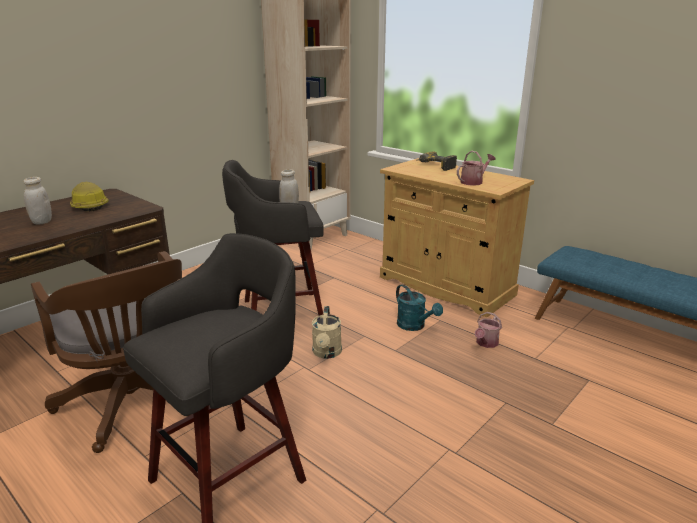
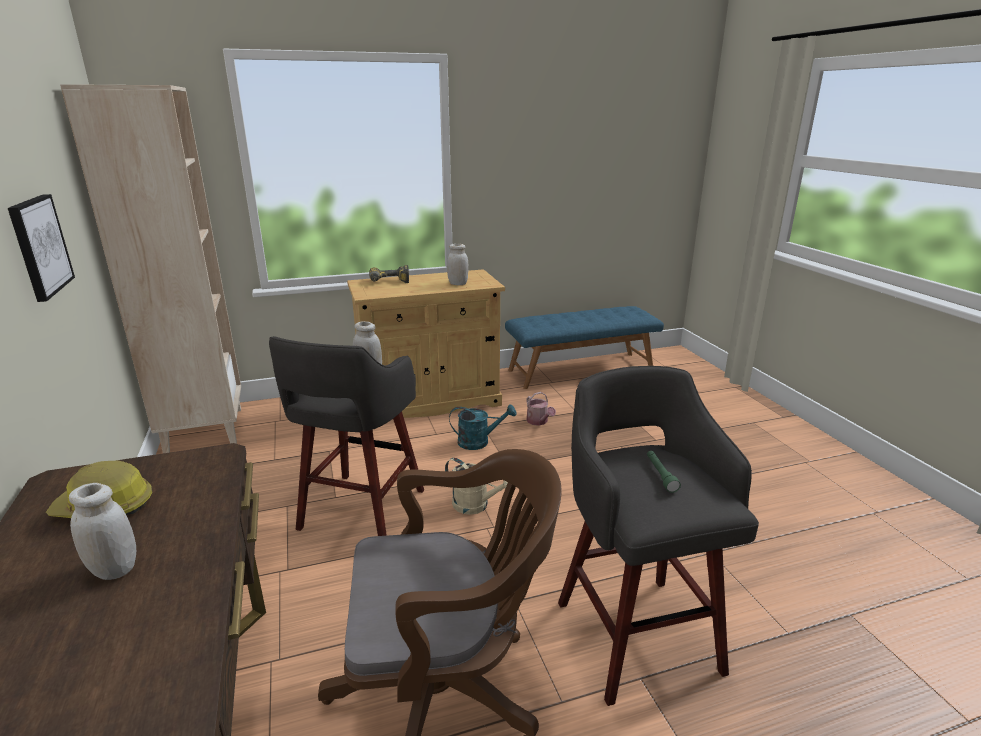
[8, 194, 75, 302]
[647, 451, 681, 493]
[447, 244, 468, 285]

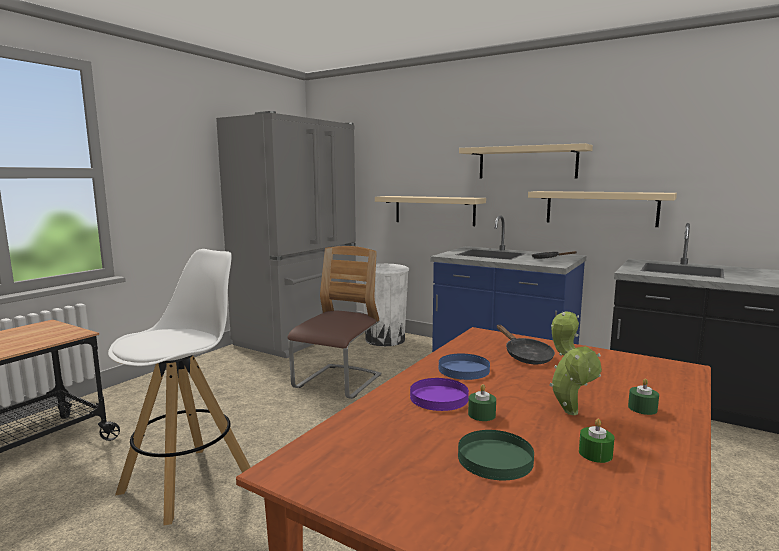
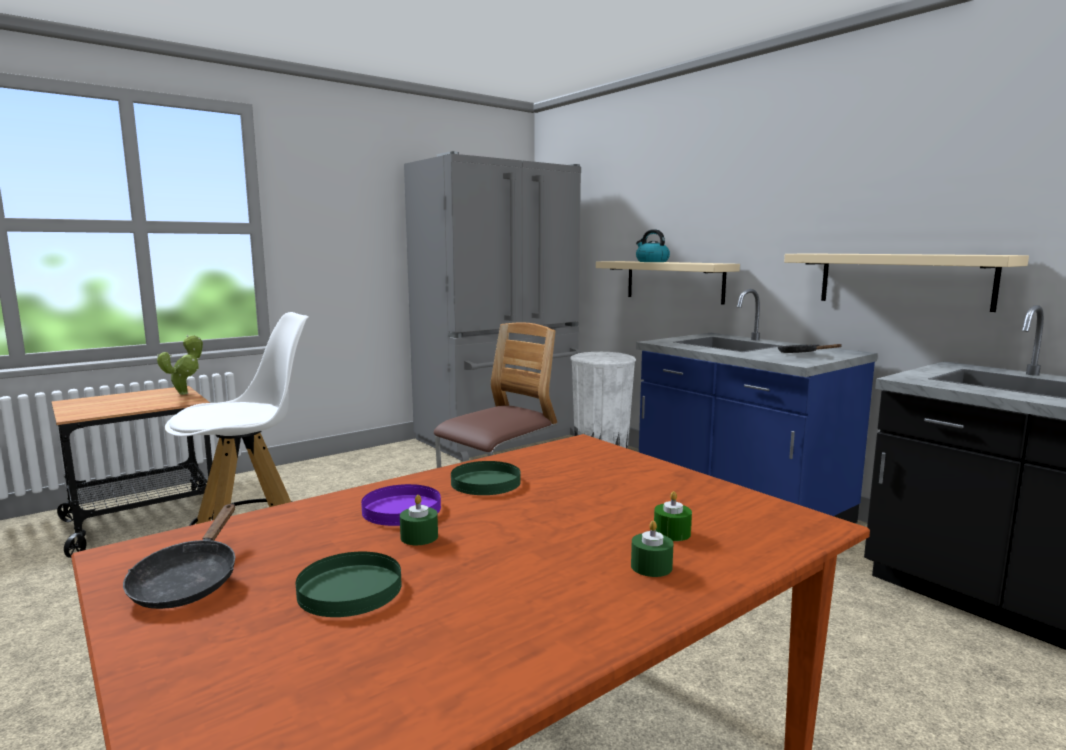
[459, 143, 593, 179] (first image)
[636, 229, 670, 262]
[123, 503, 235, 609]
[157, 335, 203, 395]
[654, 491, 692, 541]
[451, 461, 521, 495]

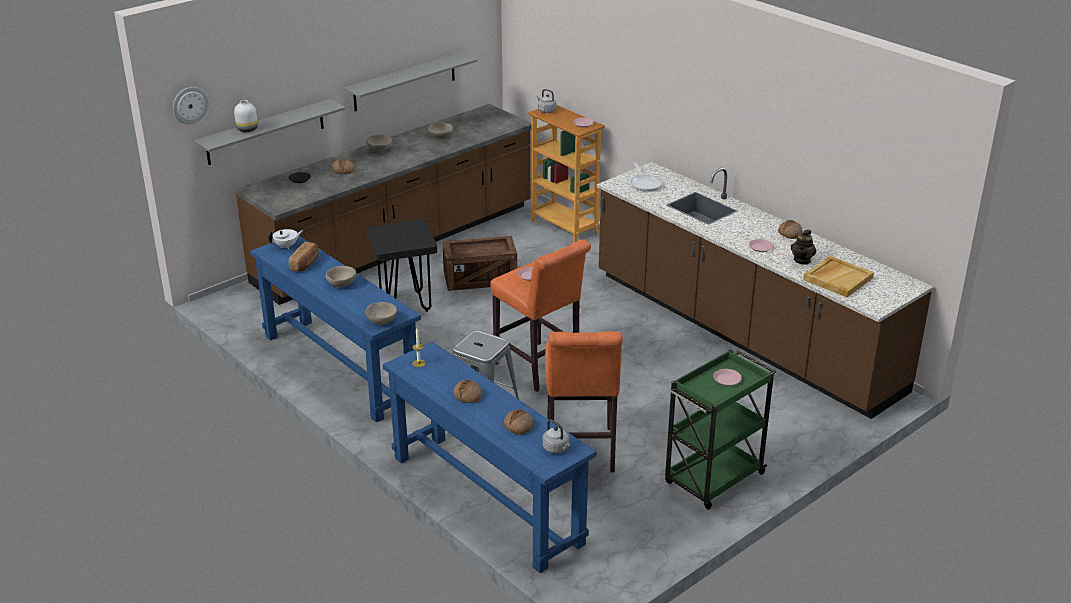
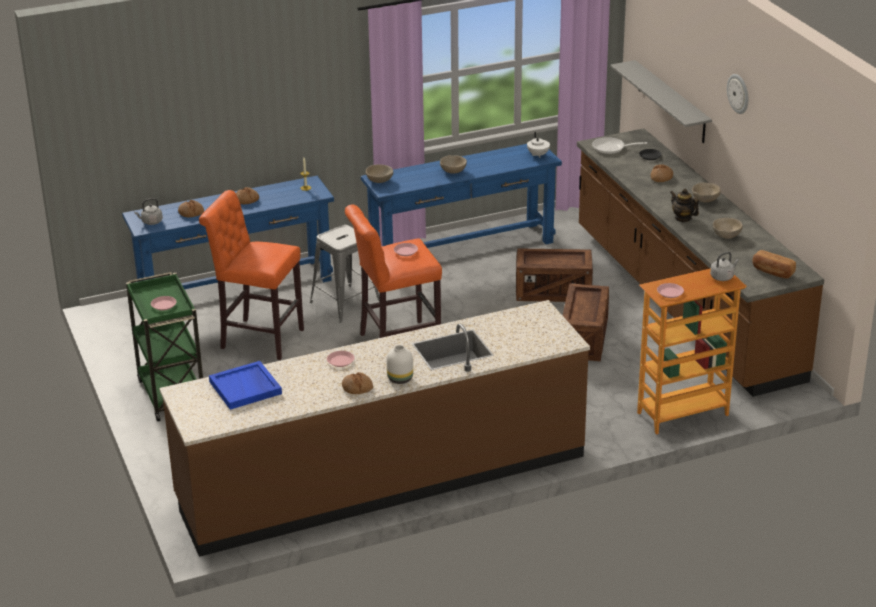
[344, 52, 478, 111] (first image)
[727, 74, 748, 114]
[386, 345, 413, 384]
[753, 250, 796, 278]
[592, 137, 647, 154]
[670, 189, 699, 222]
[516, 248, 593, 302]
[209, 361, 282, 410]

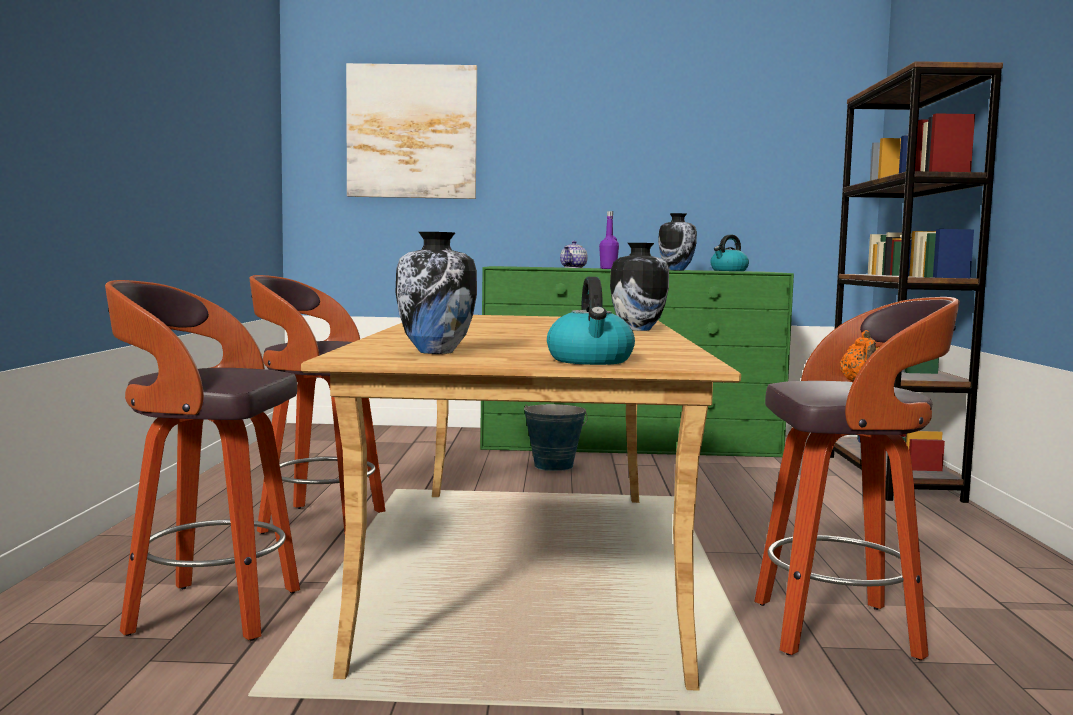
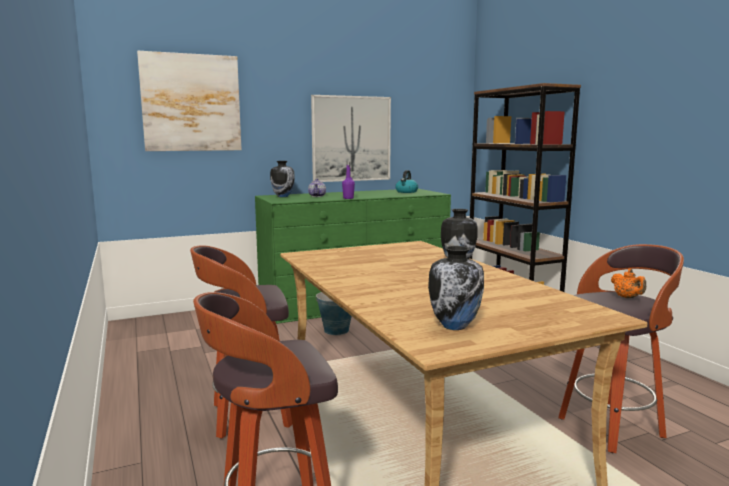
[547, 277, 635, 365] (first image)
[311, 95, 391, 182]
[270, 161, 295, 197]

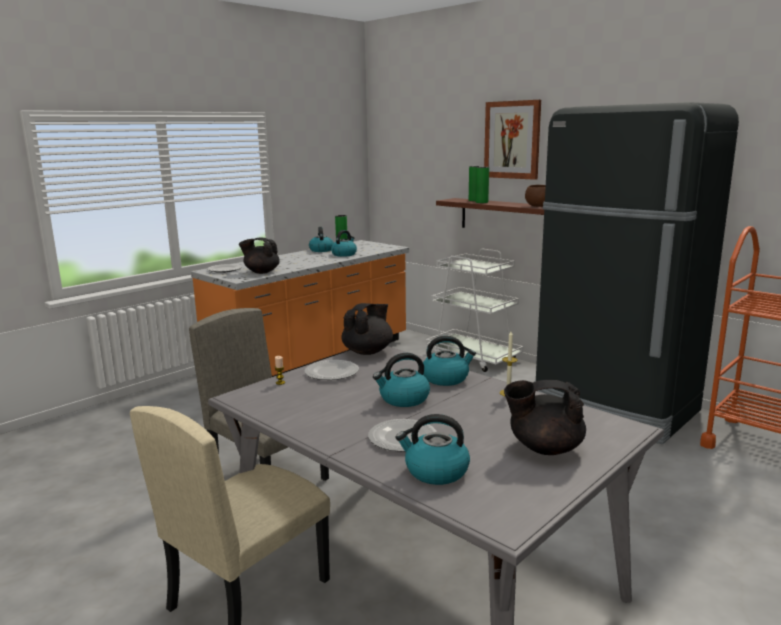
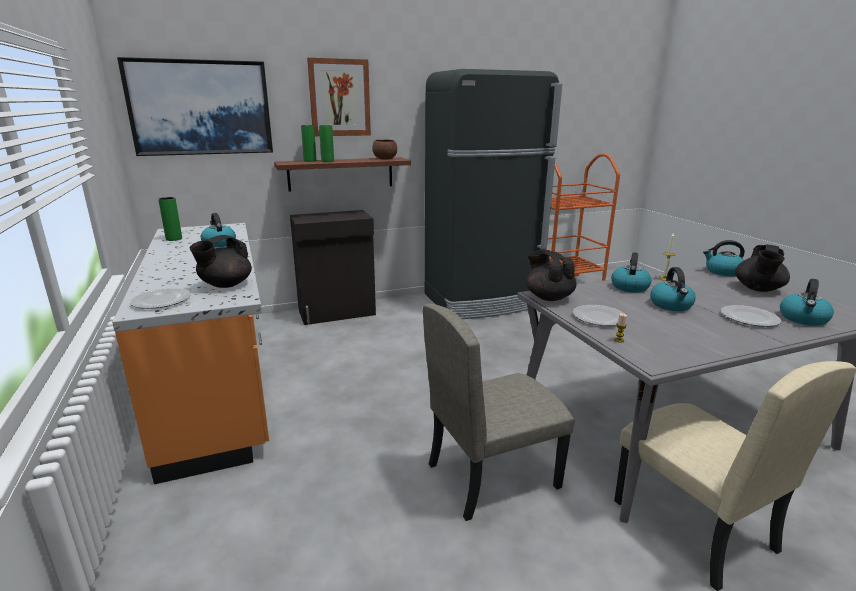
[117, 57, 273, 156]
[703, 240, 745, 276]
[290, 210, 376, 325]

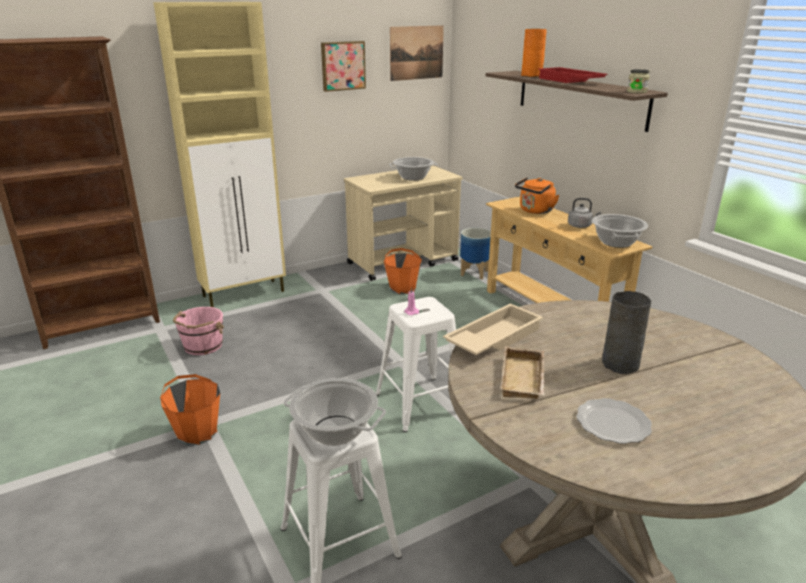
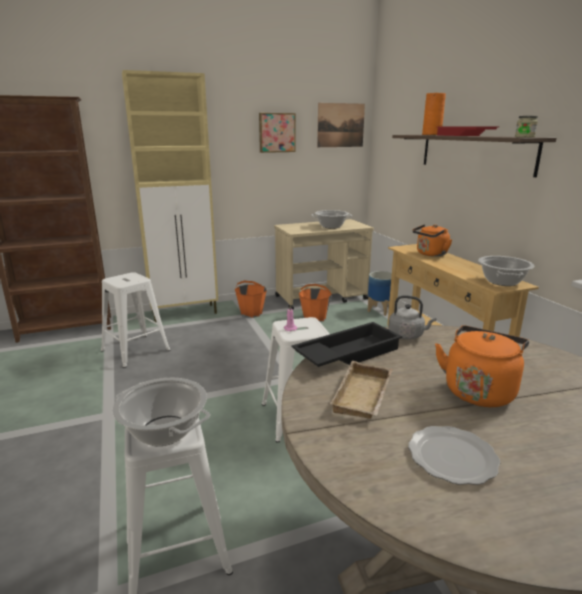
[235, 281, 267, 318]
[388, 295, 436, 340]
[101, 272, 171, 368]
[435, 325, 529, 407]
[292, 322, 402, 367]

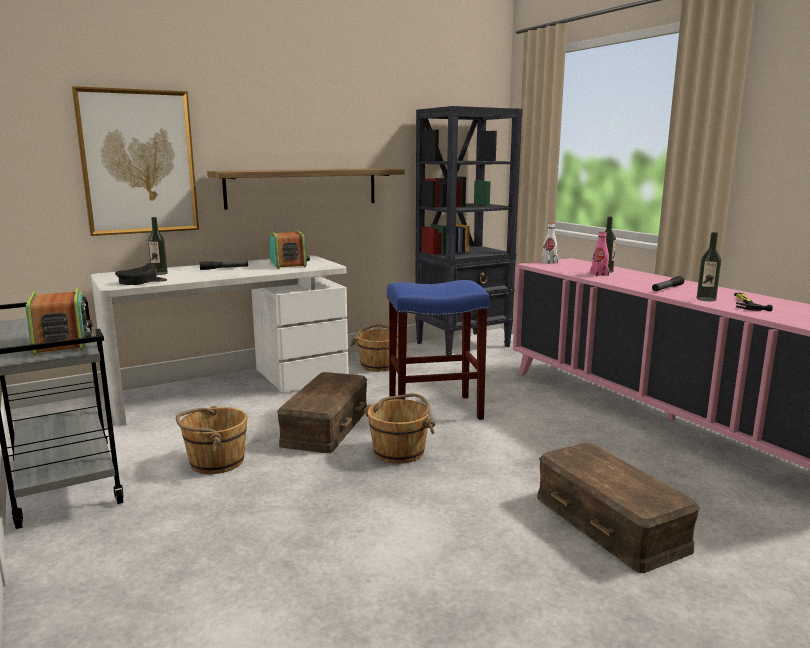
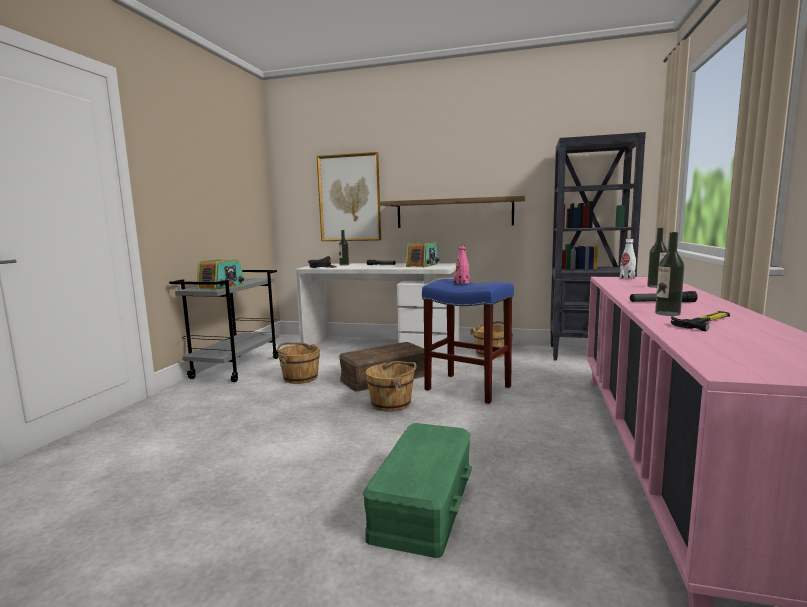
[454, 245, 471, 284]
[363, 423, 472, 558]

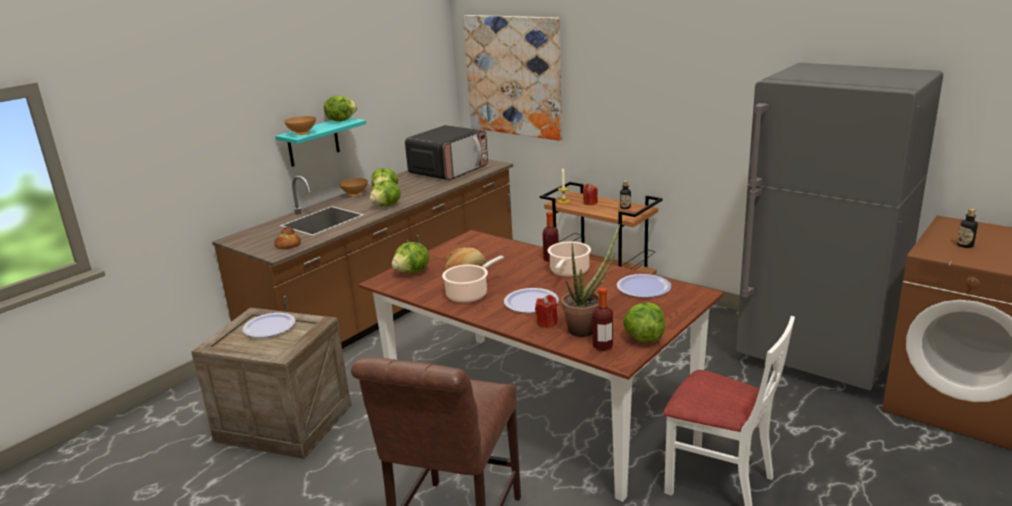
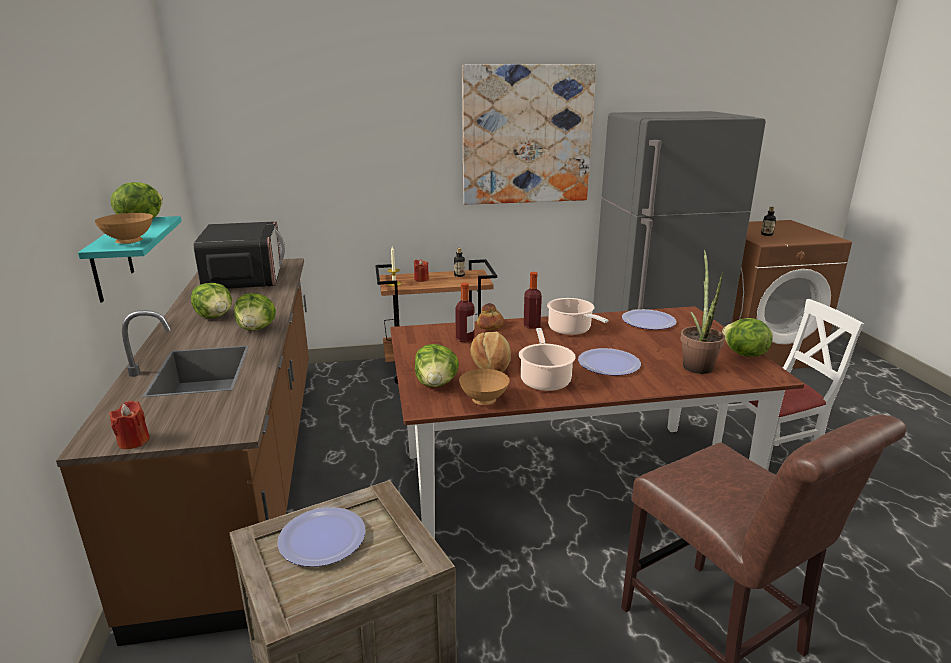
[477, 303, 505, 330]
[459, 369, 510, 405]
[462, 65, 596, 205]
[109, 401, 150, 449]
[455, 283, 475, 342]

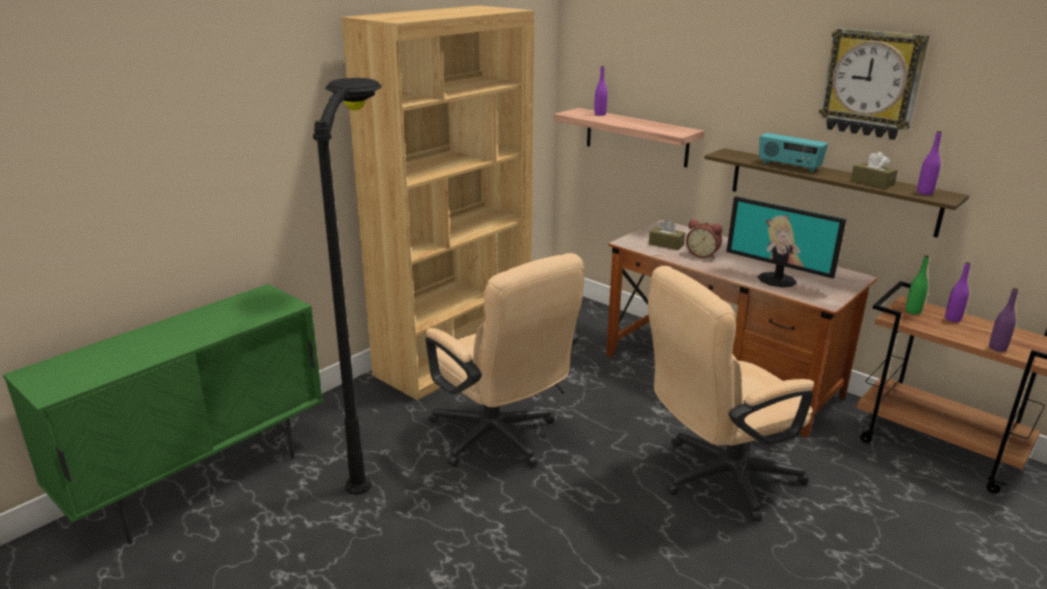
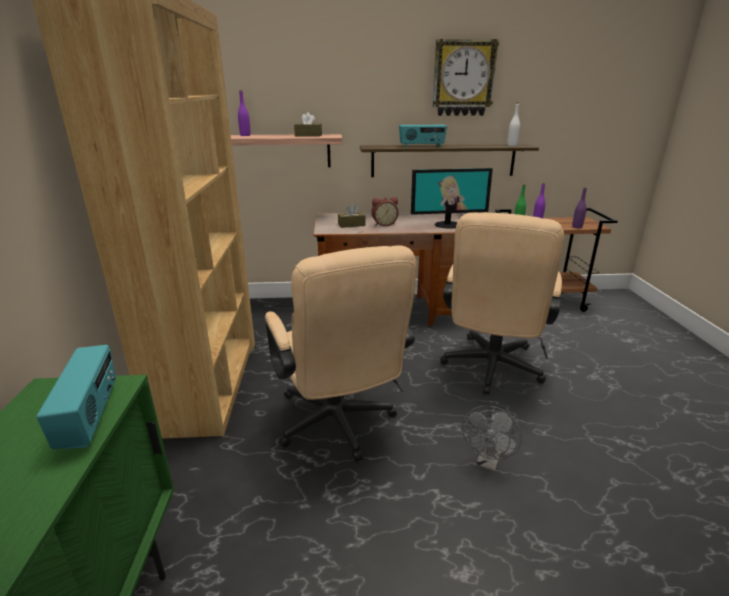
[313, 78, 382, 495] (first image)
[36, 345, 116, 449]
[462, 405, 522, 472]
[294, 112, 322, 137]
[507, 103, 520, 146]
[265, 245, 416, 462]

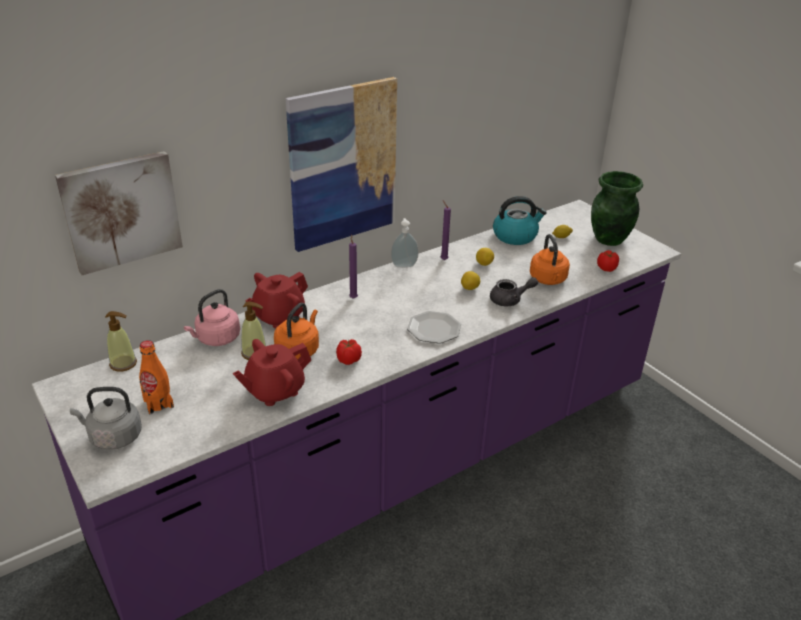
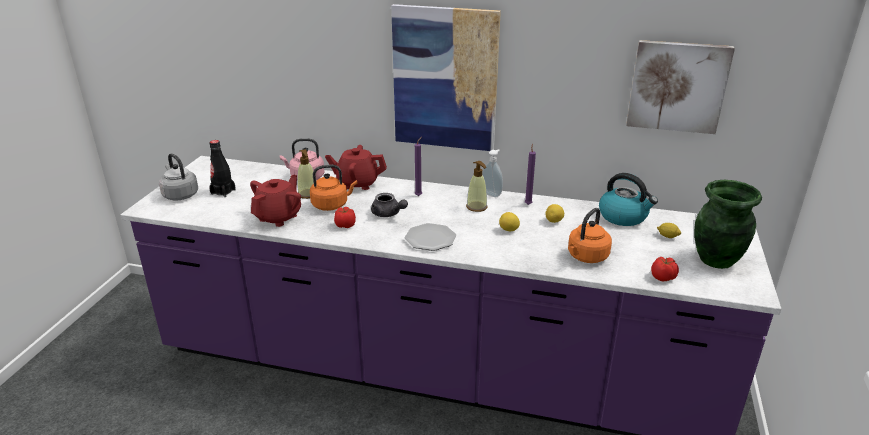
[626, 40, 735, 134]
[466, 161, 488, 212]
[371, 193, 408, 217]
[209, 140, 236, 197]
[250, 174, 301, 227]

